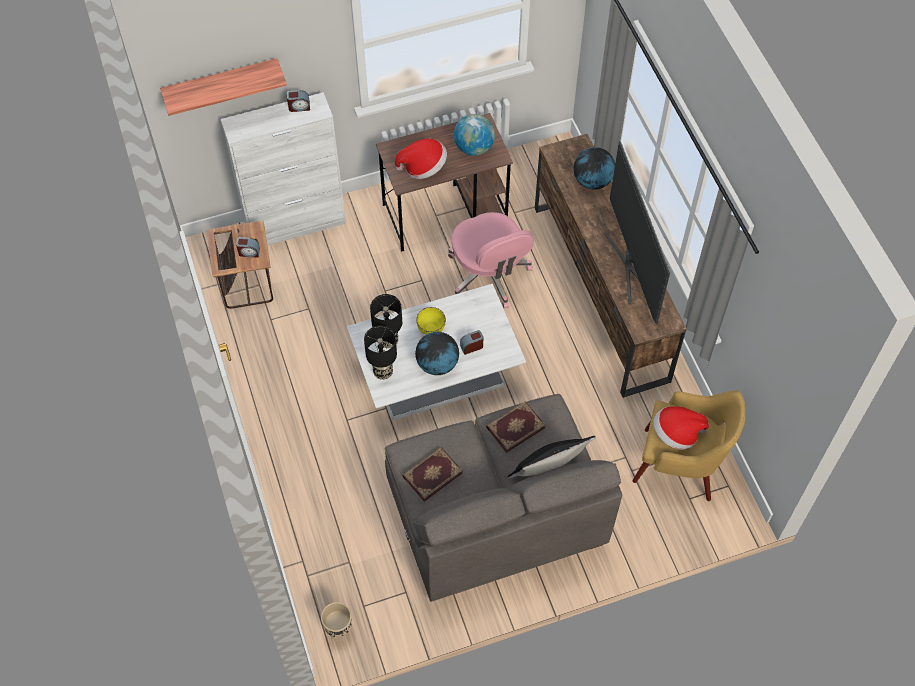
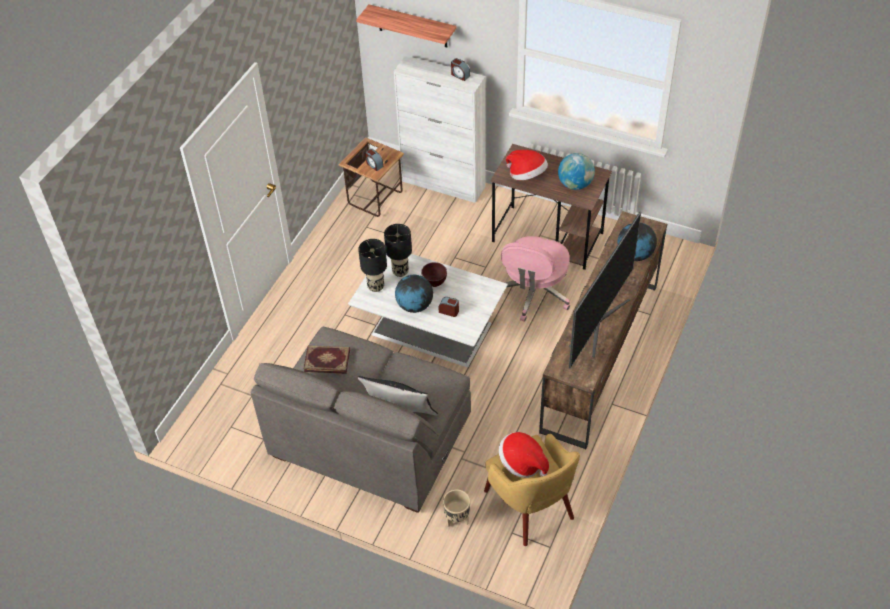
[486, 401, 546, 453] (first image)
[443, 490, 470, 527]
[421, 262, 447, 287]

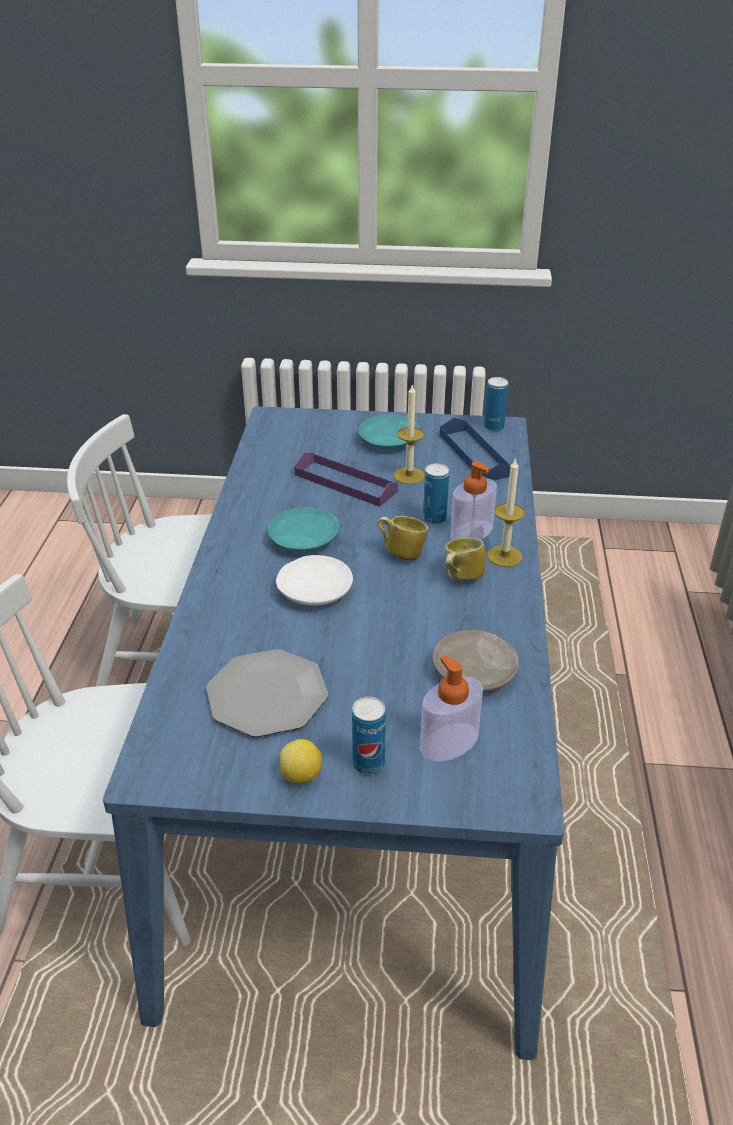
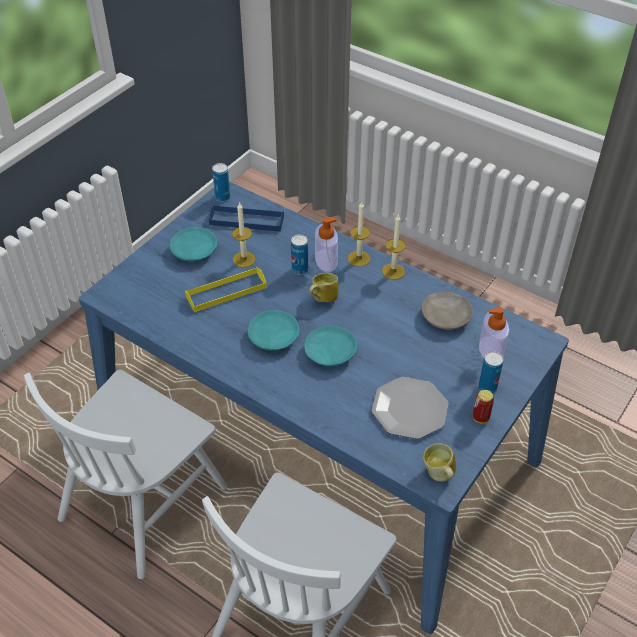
[382, 215, 406, 280]
[423, 443, 456, 481]
[472, 390, 494, 424]
[304, 326, 357, 366]
[185, 267, 267, 312]

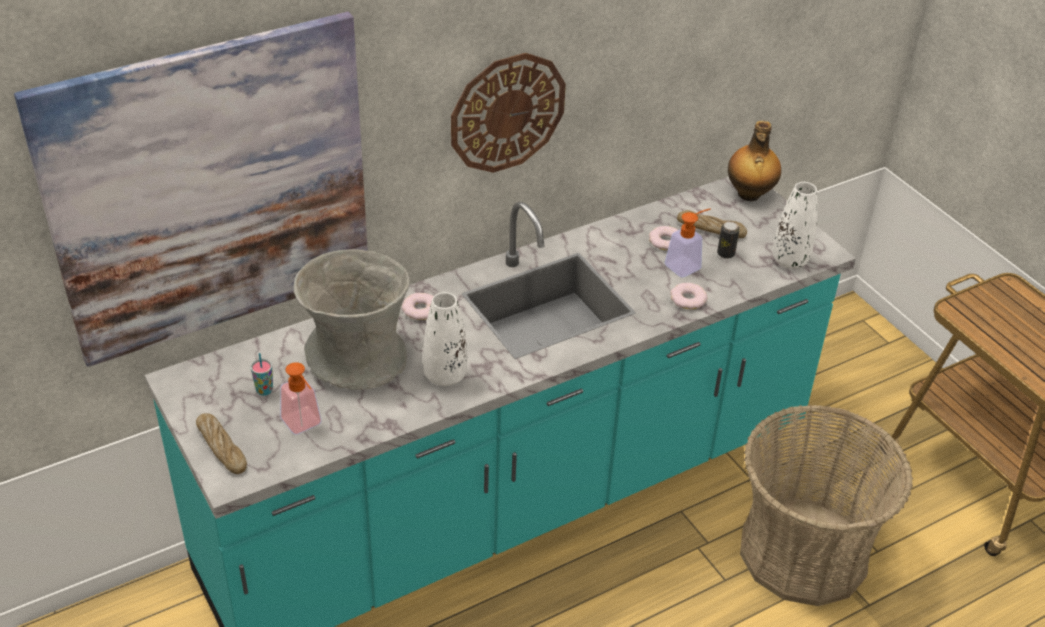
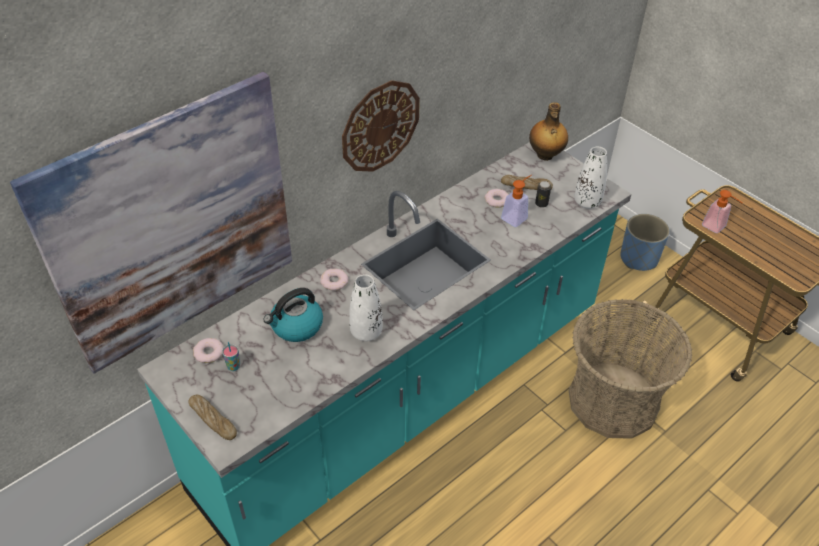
[621, 214, 670, 271]
[702, 190, 742, 233]
[193, 338, 224, 363]
[263, 288, 323, 342]

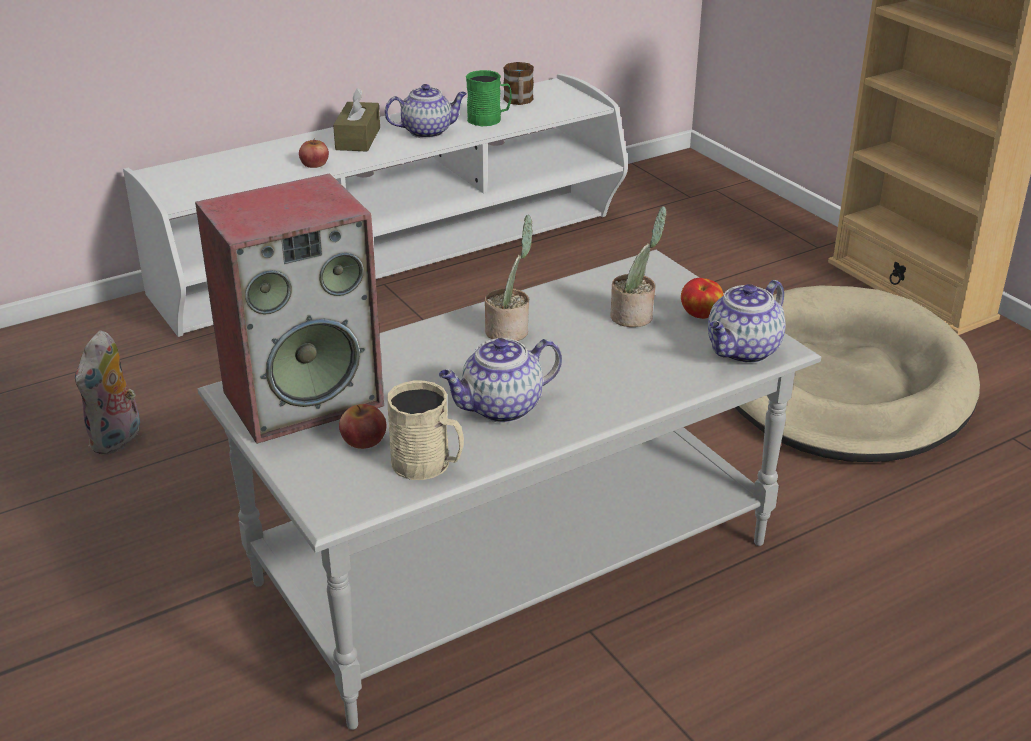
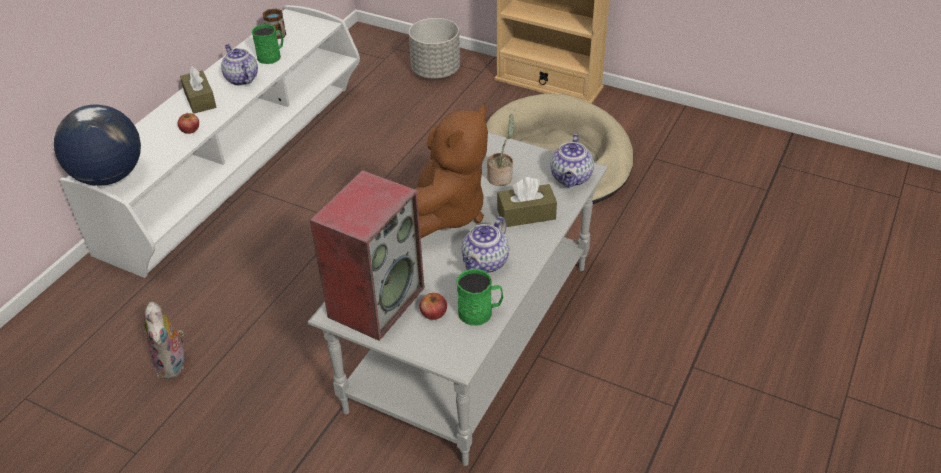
[681, 278, 724, 319] (first image)
[54, 105, 141, 186]
[409, 18, 460, 79]
[497, 177, 557, 227]
[415, 105, 488, 238]
[456, 269, 503, 326]
[221, 44, 258, 86]

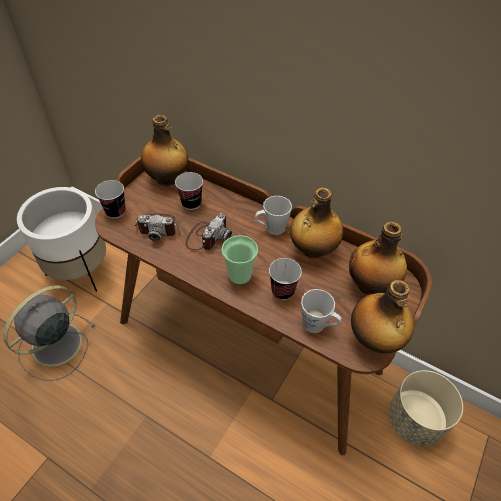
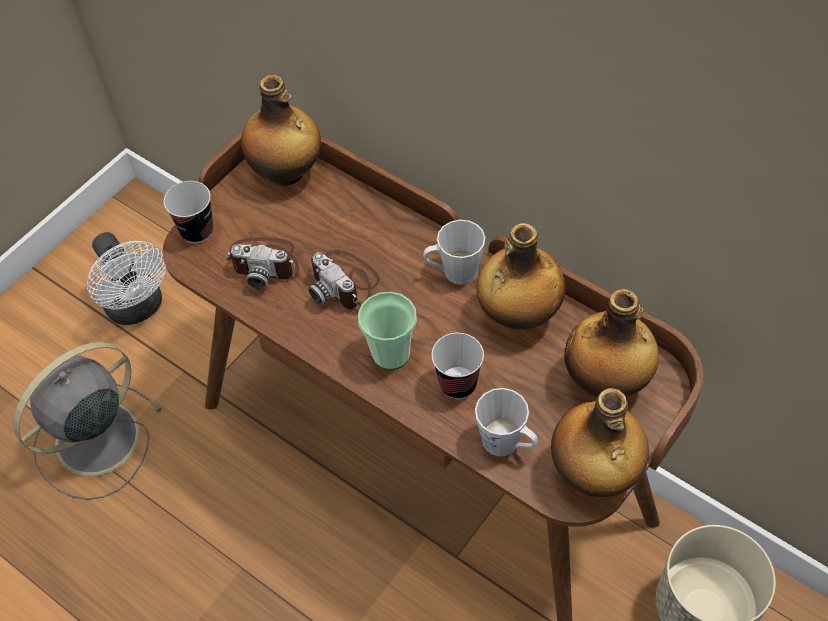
[175, 172, 203, 210] (first image)
[87, 232, 166, 325]
[309, 250, 380, 309]

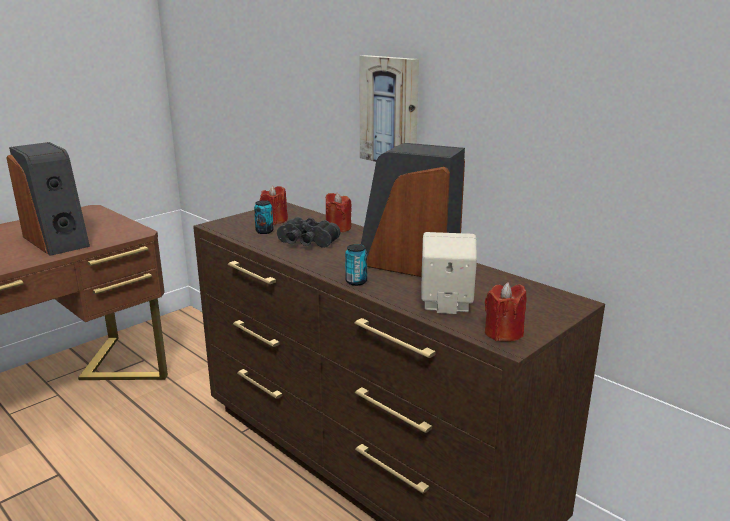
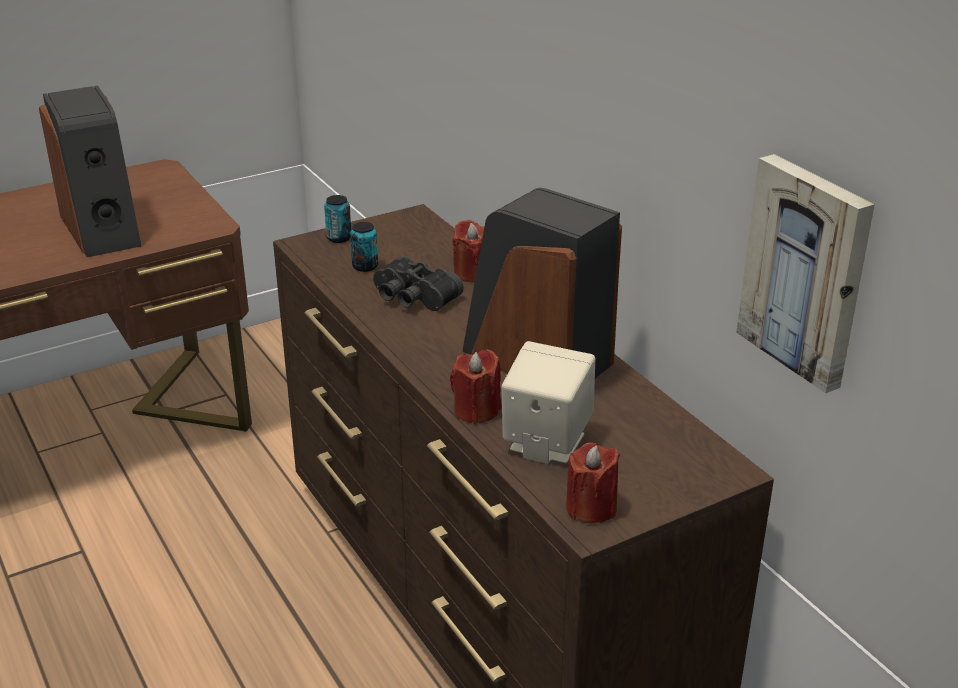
[450, 349, 501, 424]
[324, 195, 351, 243]
[736, 154, 875, 393]

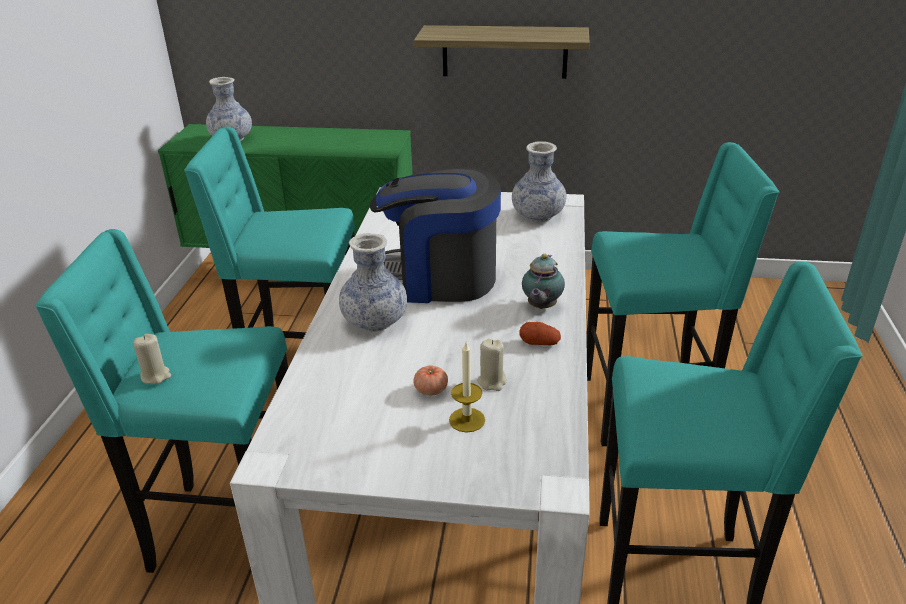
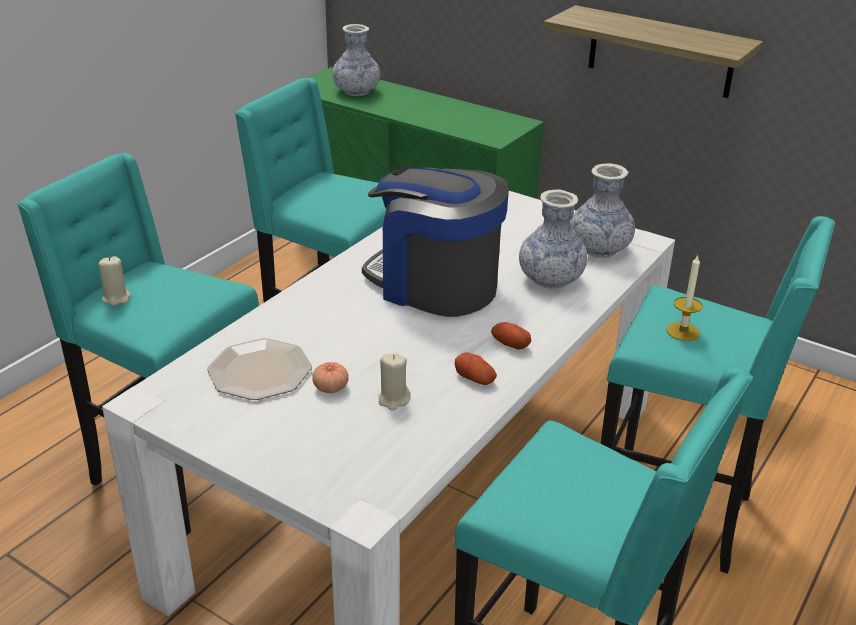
[207, 338, 312, 400]
[519, 189, 587, 289]
[666, 255, 703, 341]
[491, 322, 531, 350]

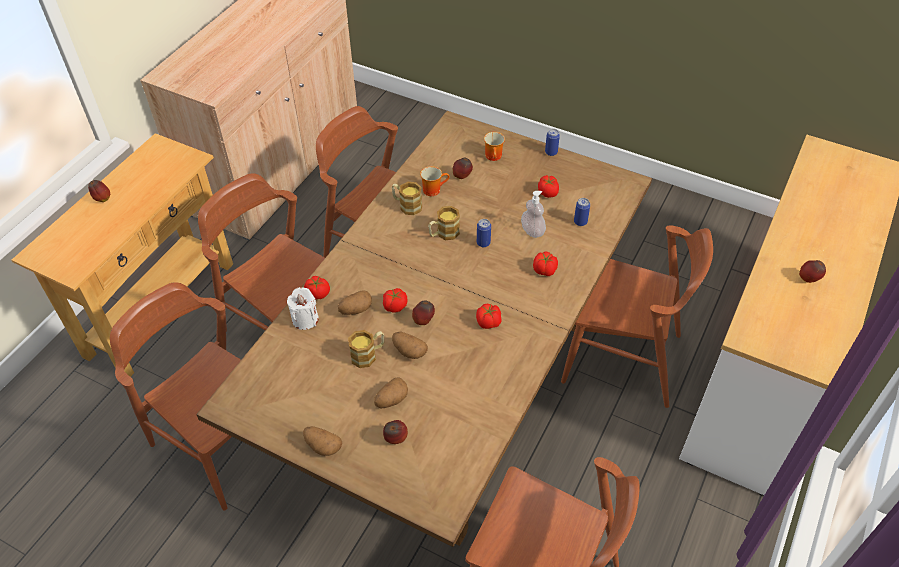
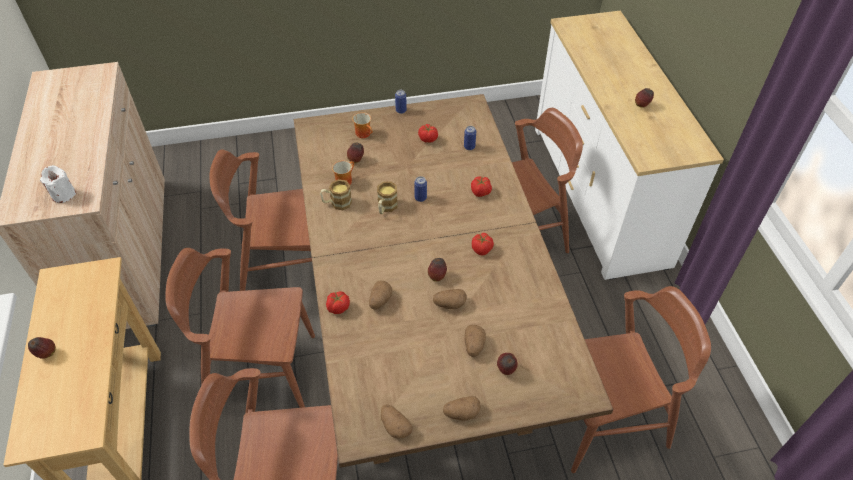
[348, 330, 384, 368] (first image)
[383, 288, 408, 313] (first image)
[521, 191, 546, 238] (first image)
[381, 404, 413, 439]
[40, 165, 76, 203]

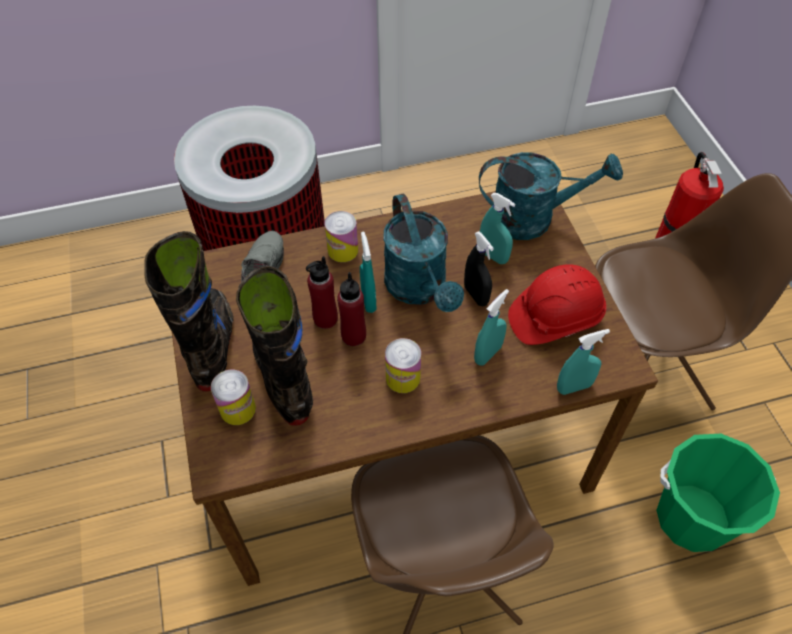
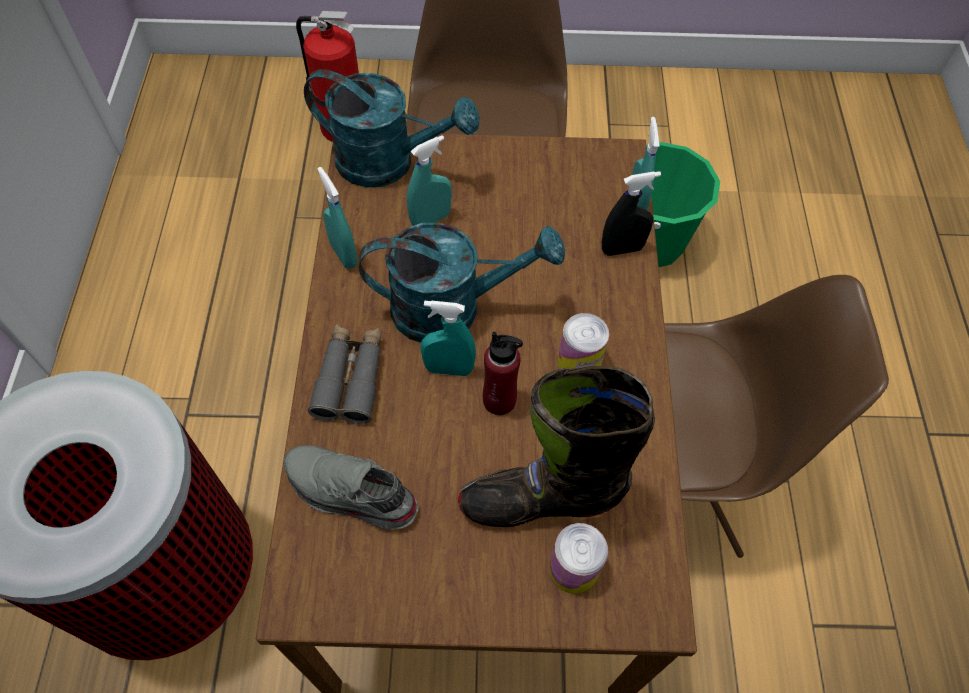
[144, 231, 234, 391] (first image)
[306, 256, 338, 329] (first image)
[508, 264, 606, 345] (first image)
[602, 171, 661, 256]
[317, 167, 357, 269]
[308, 324, 382, 424]
[304, 69, 479, 188]

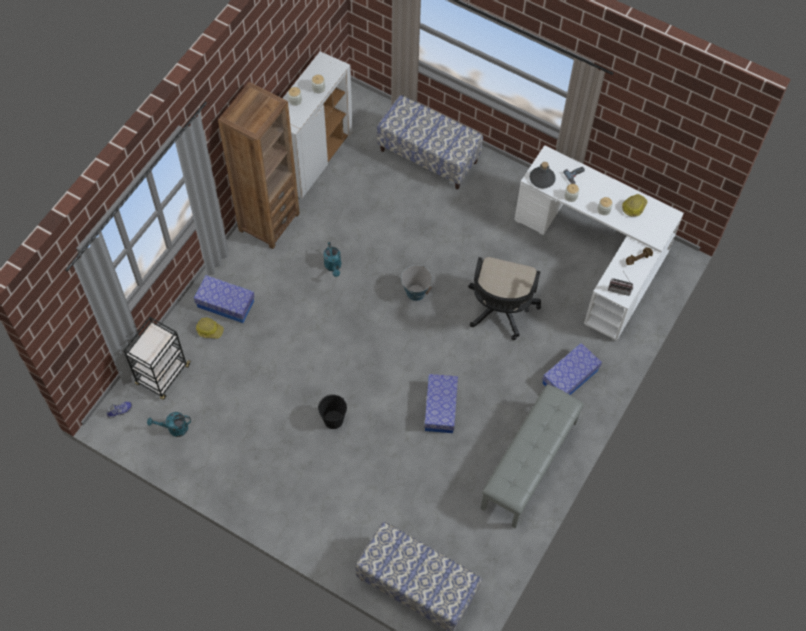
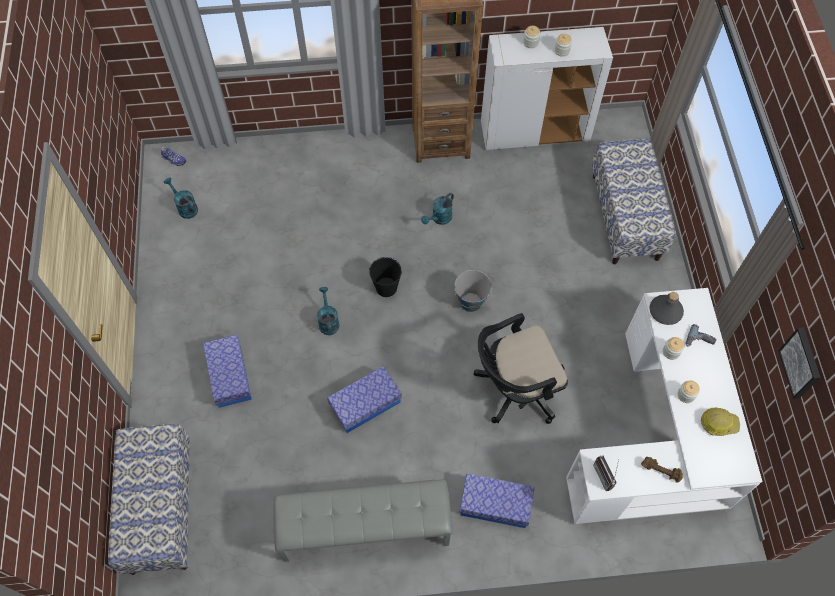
[123, 317, 192, 400] (first image)
[196, 317, 224, 339] (first image)
[317, 287, 339, 335]
[778, 327, 821, 399]
[203, 335, 252, 408]
[369, 257, 402, 297]

